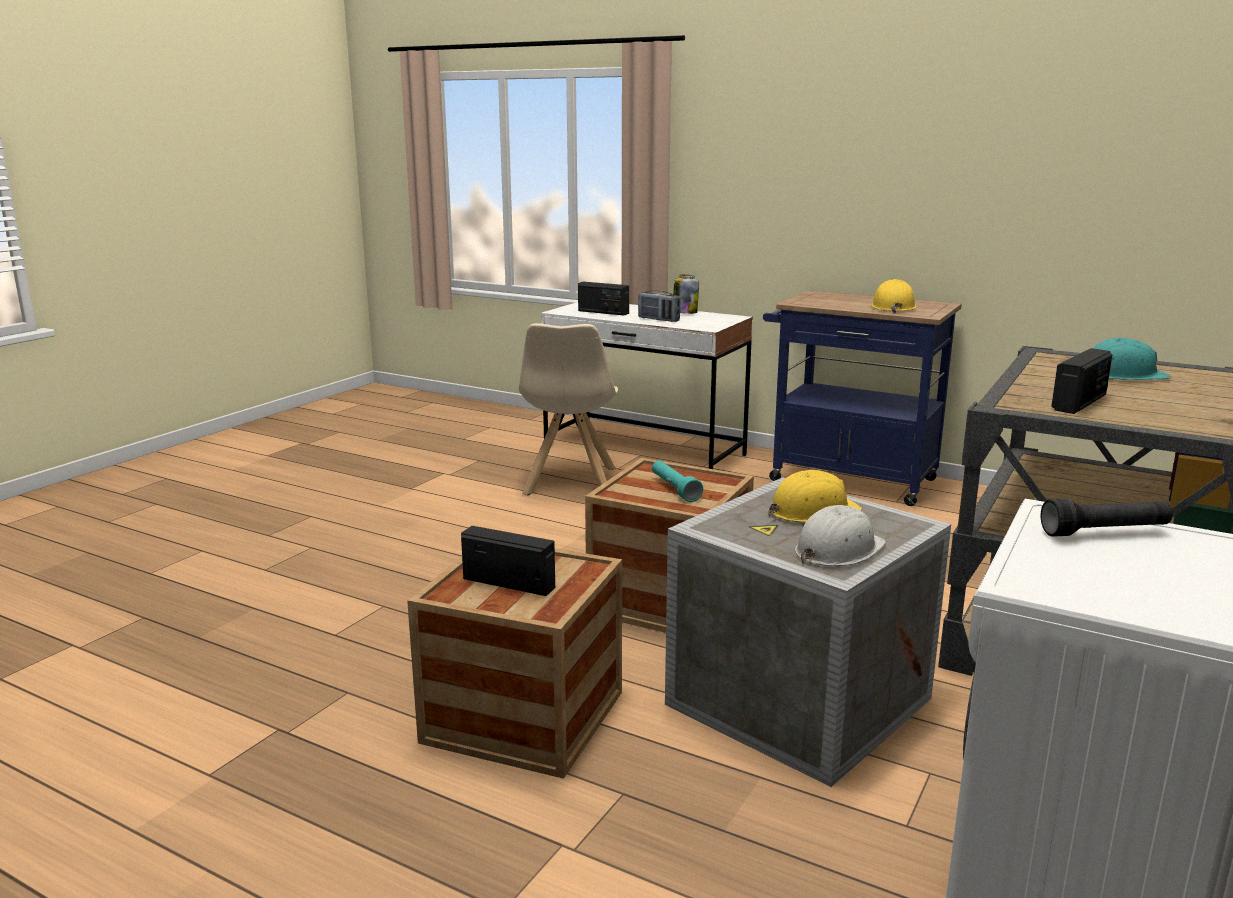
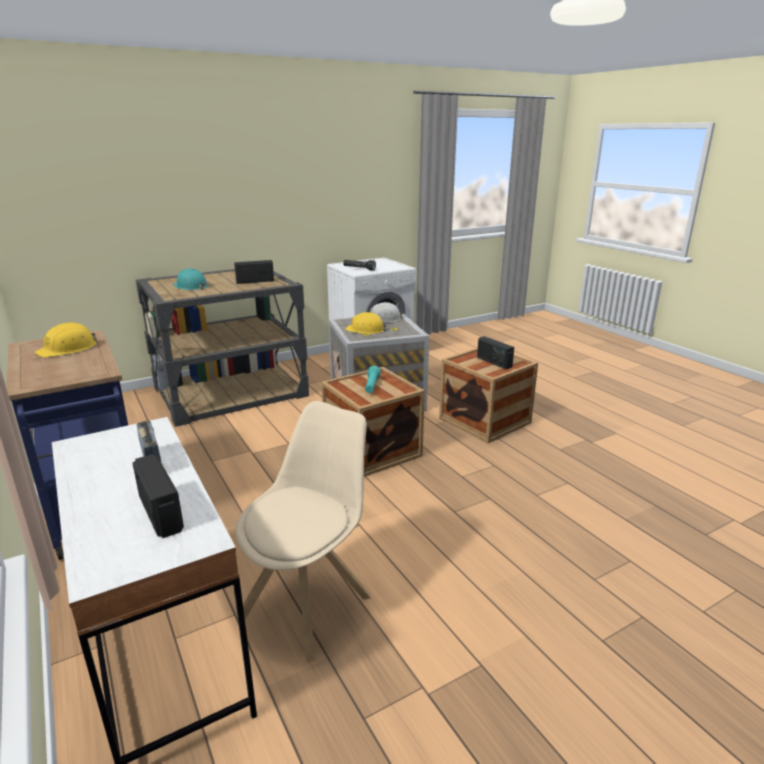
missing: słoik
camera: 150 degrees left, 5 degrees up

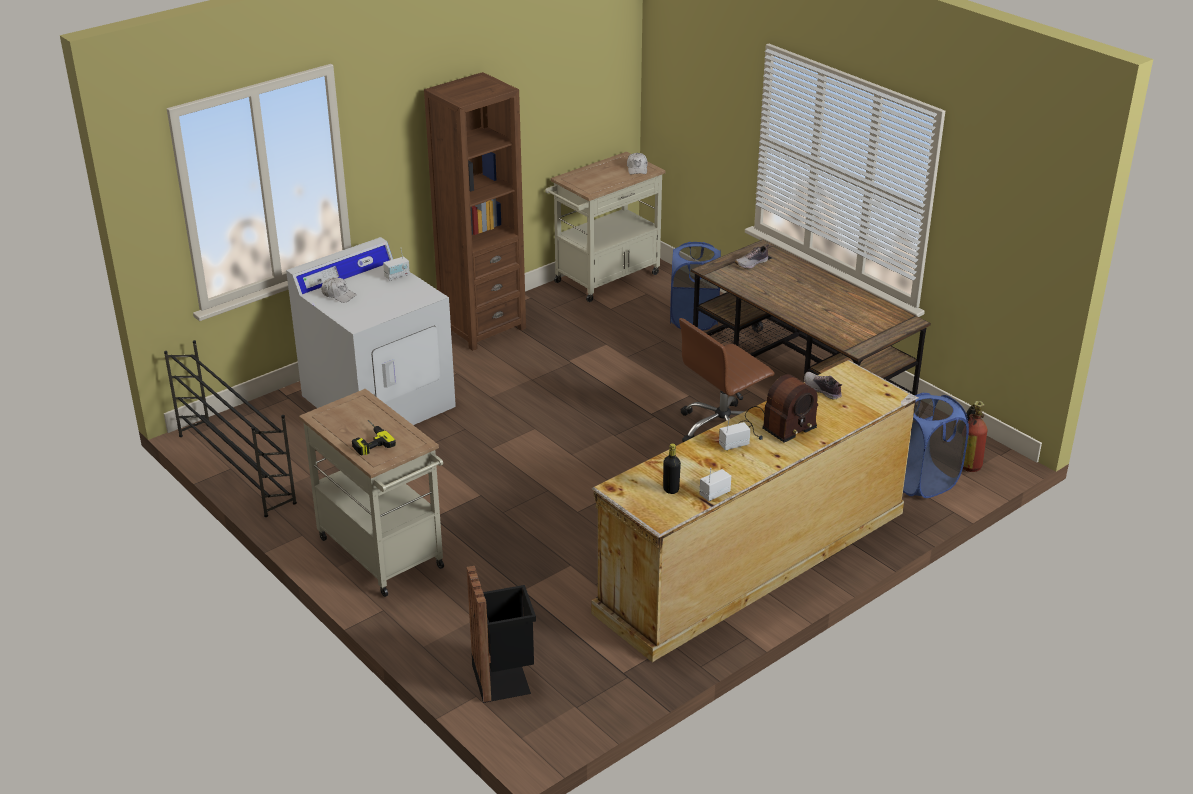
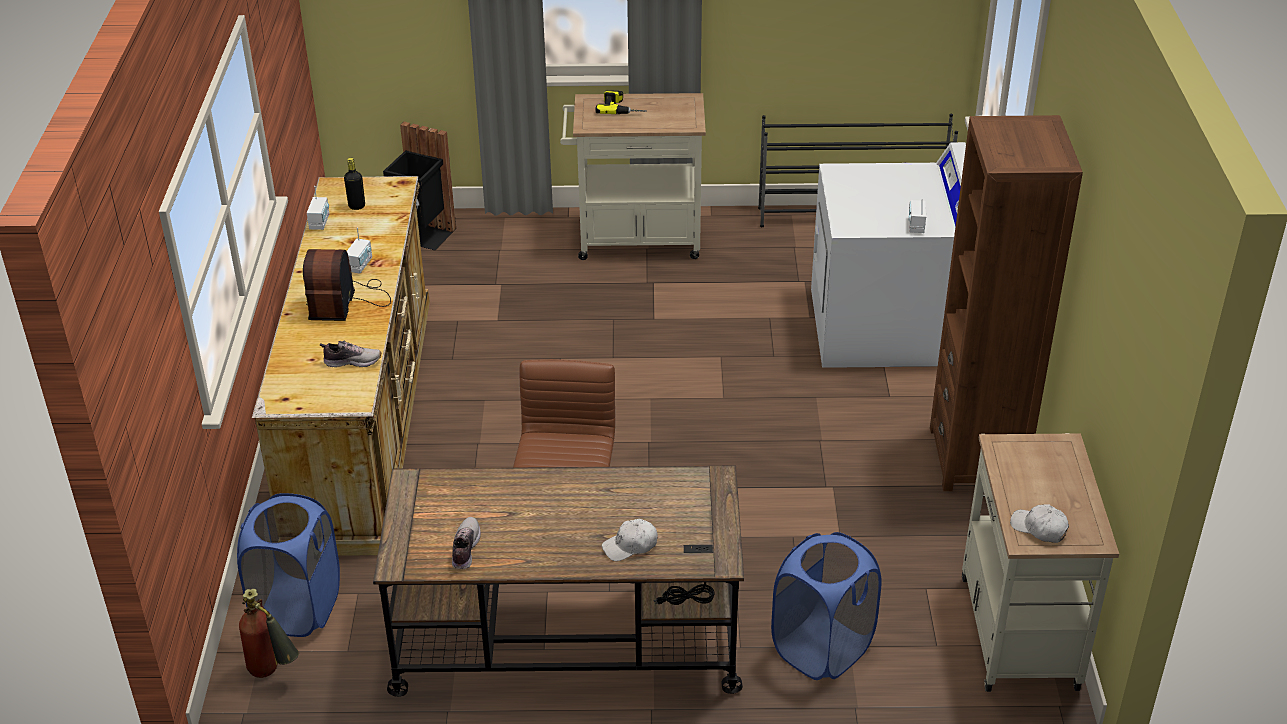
relocated: czapka z daszkiem (biały) (no. 1 from left); but (no. 1 from left in the first image) to but (no. 2 from left)
camera: 130 degrees right, 5 degrees up

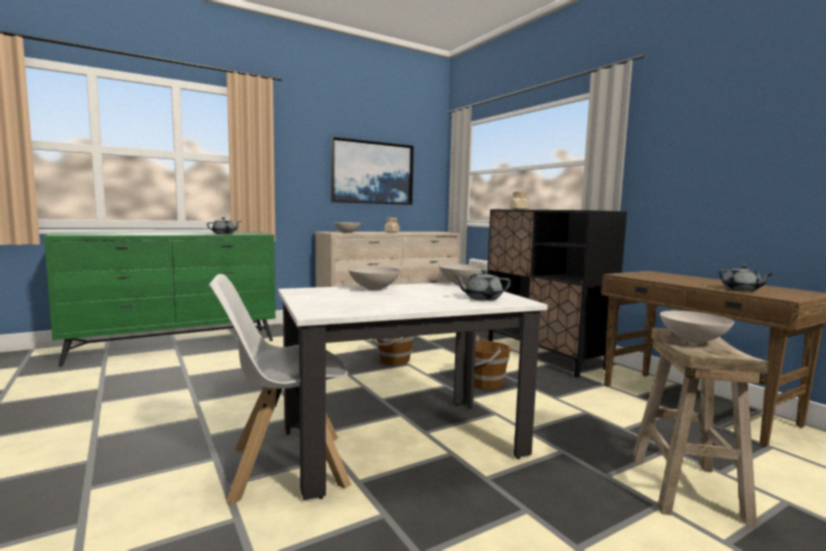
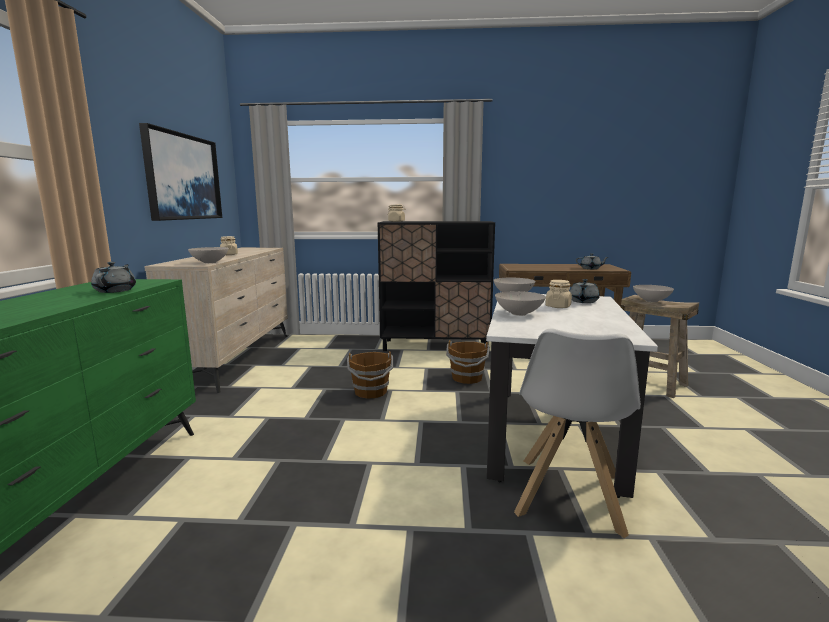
appeared: słoik (beżowy) (no. 3 from left)
camera: 55 degrees left, 5 degrees up

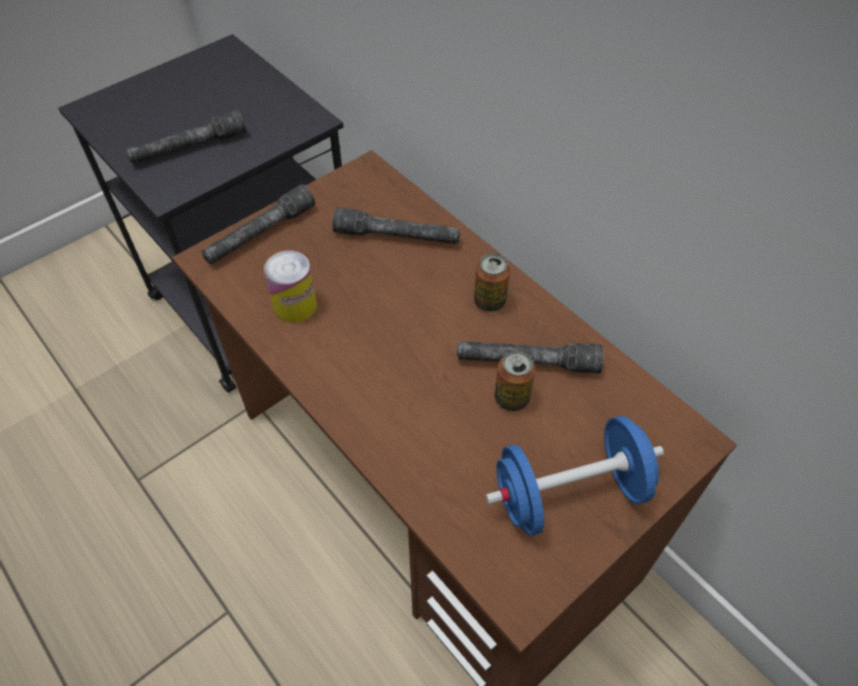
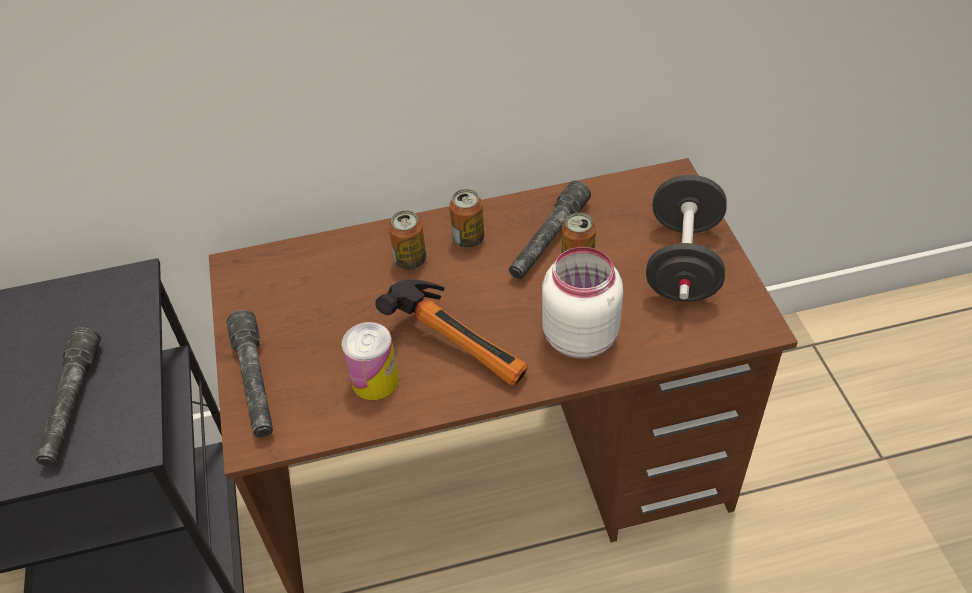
missing: latarka (szary) (no. 3 from left)
appeared: młotek; puszka (no. 2 from left); słoik (biały)
colour: hantel (niebieski) to hantel (czarny)
camera: 60 degrees left, 5 degrees down

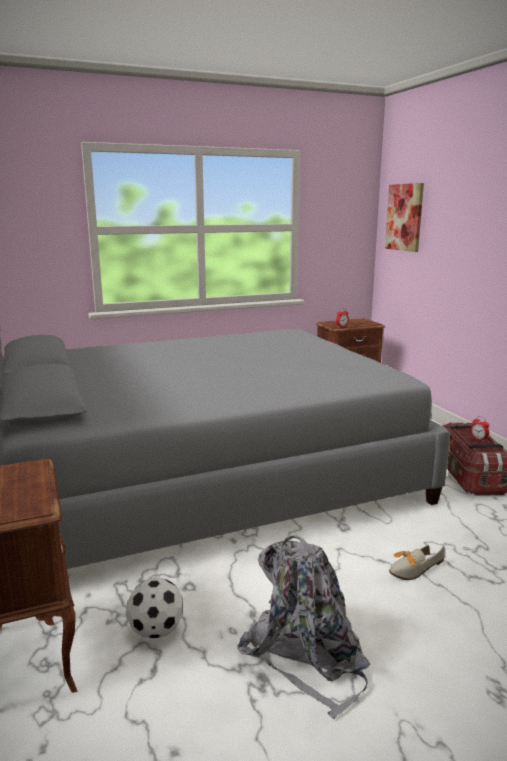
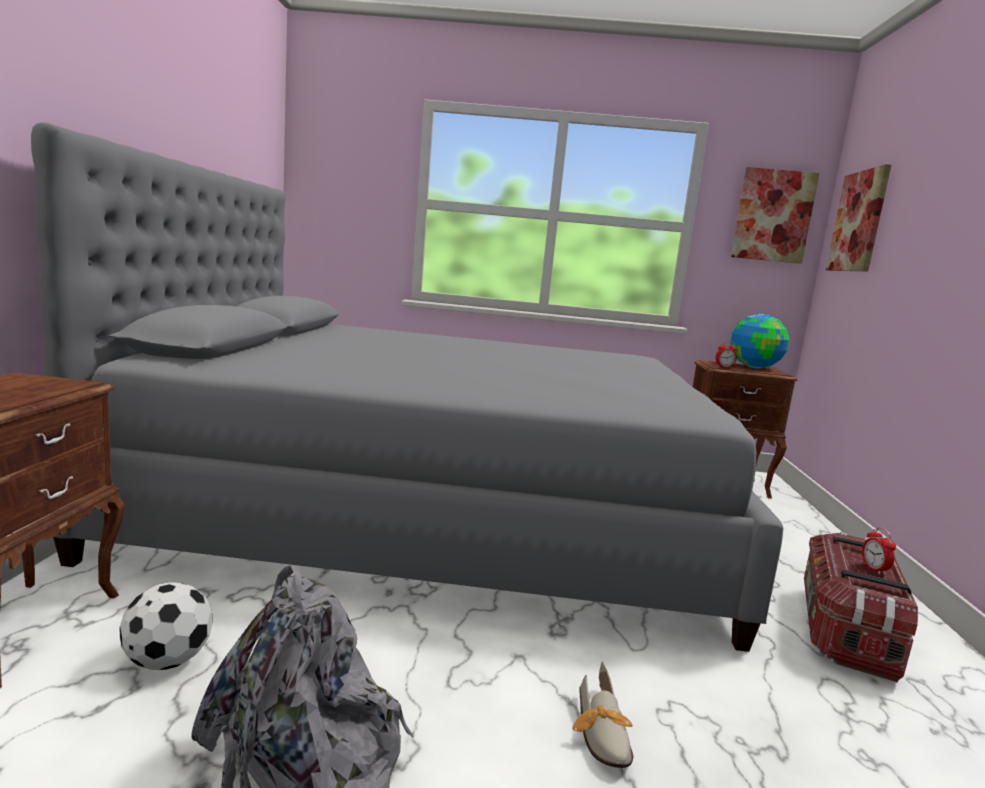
appeared: globus; obraz (no. 1 from left)
spun: but 90 degrees counterclockwise
camera: 25 degrees right, 5 degrees down

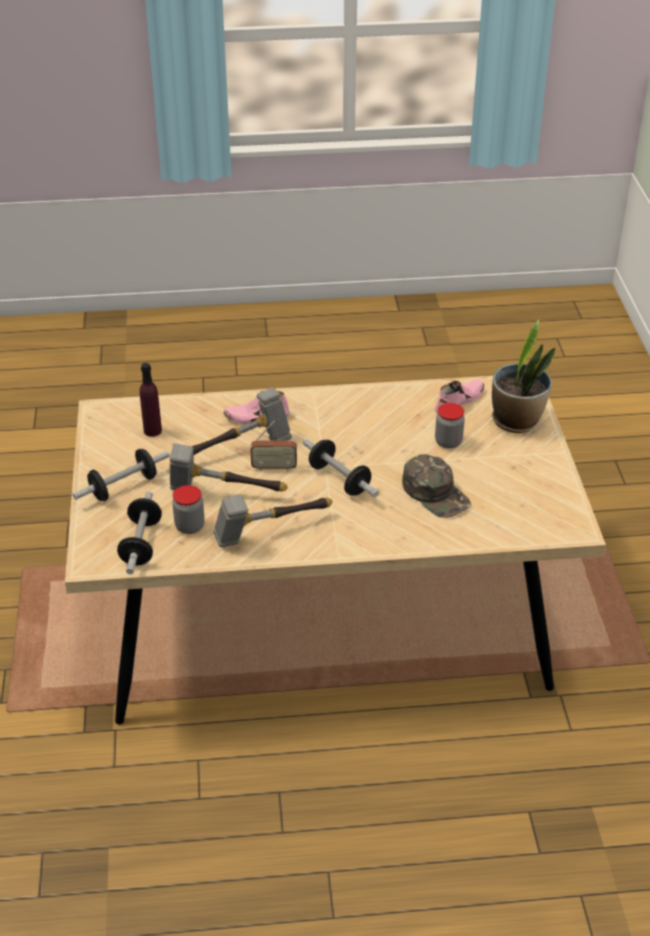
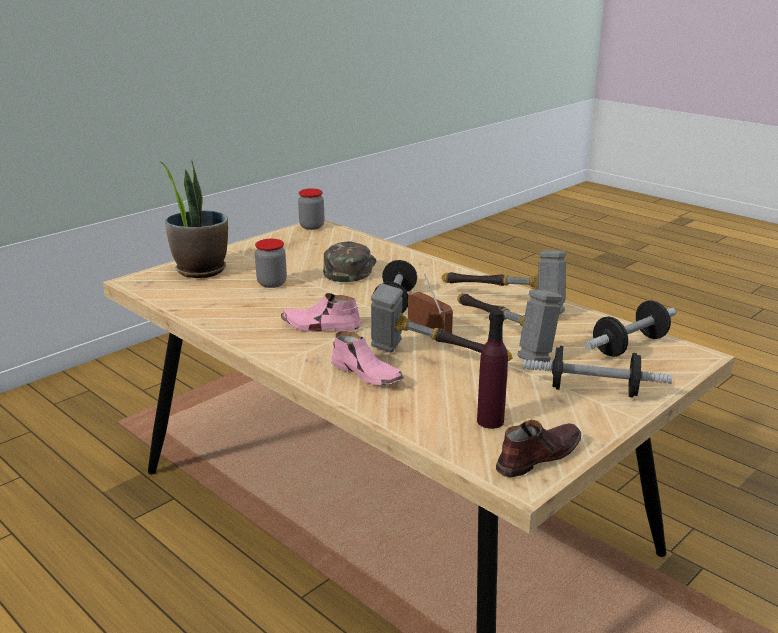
appeared: but (brązowy)
relocated: słoik (no. 1 from left in the first image) to słoik (no. 2 from left); but (różowy) (no. 2 from left in the first image) to but (różowy) (no. 1 from left)
camera: 130 degrees left, 15 degrees down

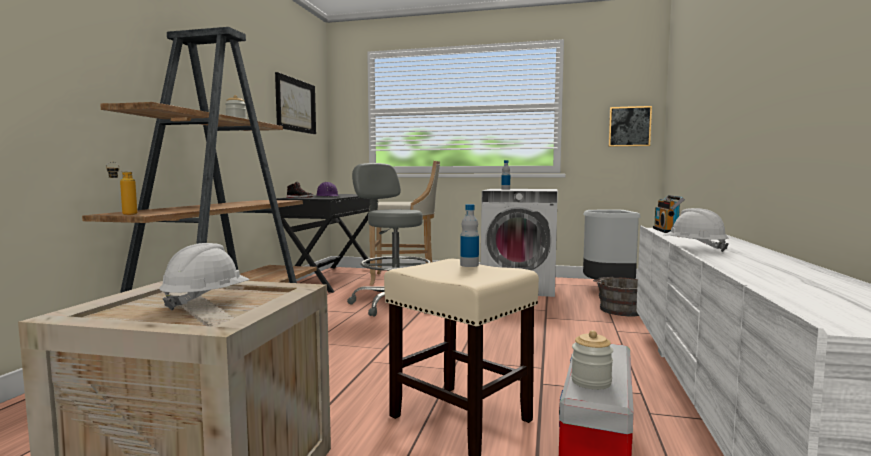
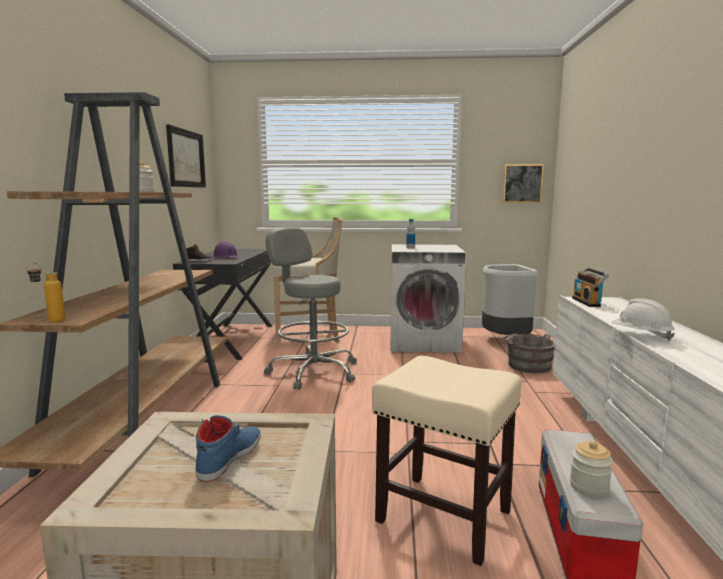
missing: butelka (no. 2 from left)
exchanged: kask (biały) (no. 1 from left) to but (niebieski)
camera: 10 degrees left, 5 degrees up

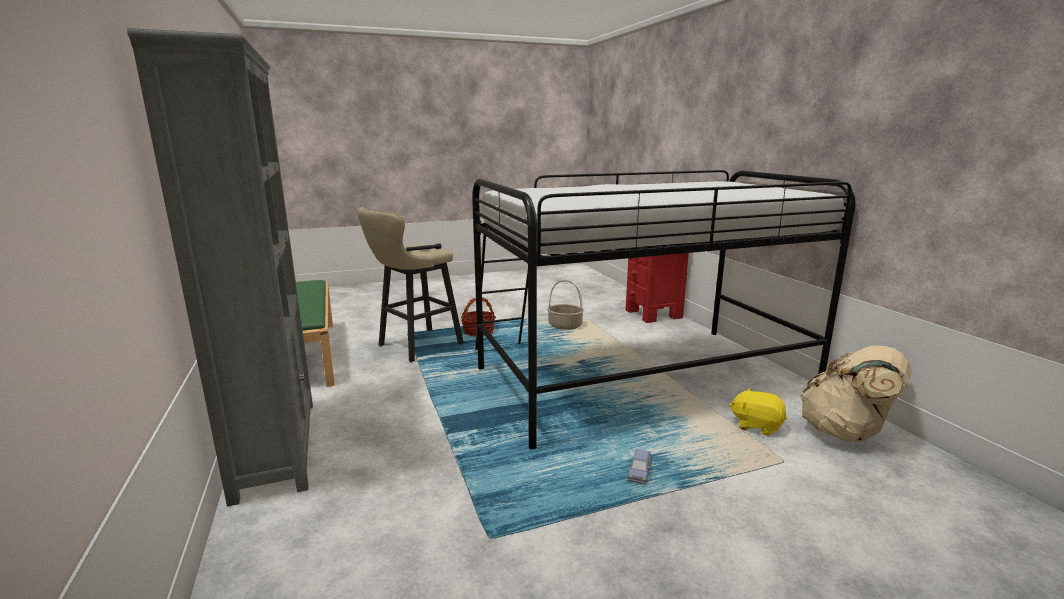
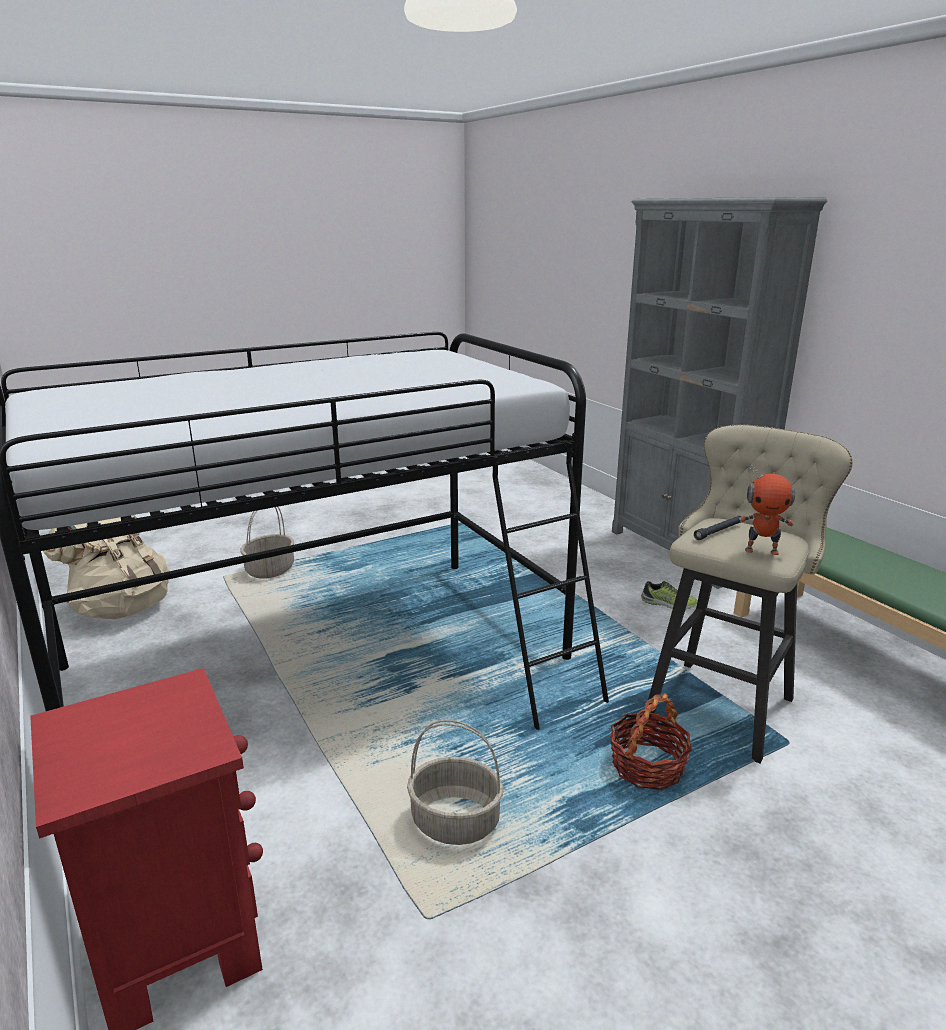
missing: samochodzik (niebieski); pluszak (żółty)
appeared: koszyk (no. 1 from left); but; robot zabawkowy
camera: 170 degrees right, 5 degrees up

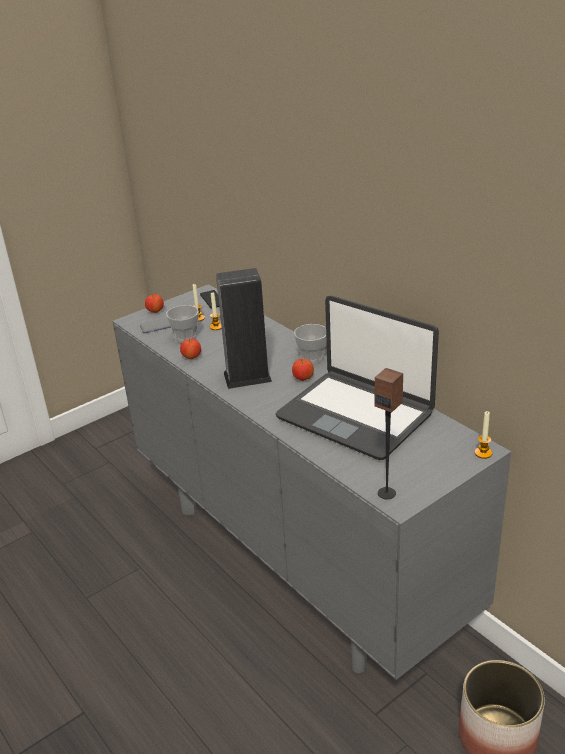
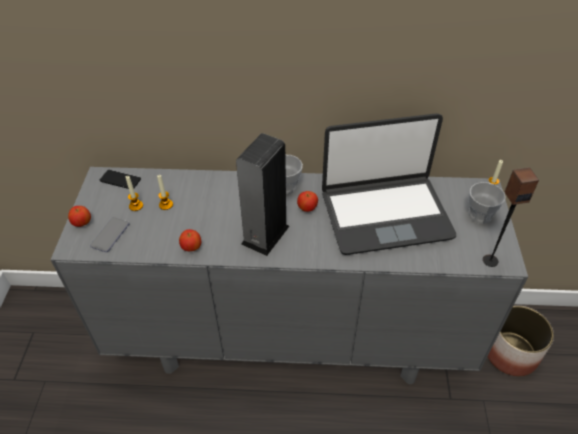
relocated: filiżanka (no. 1 from left in the first image) to filiżanka (no. 2 from left)
camera: 50 degrees left, 15 degrees up

